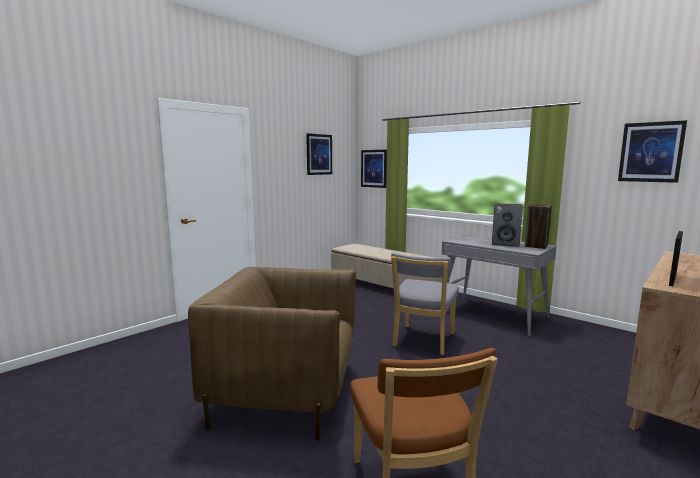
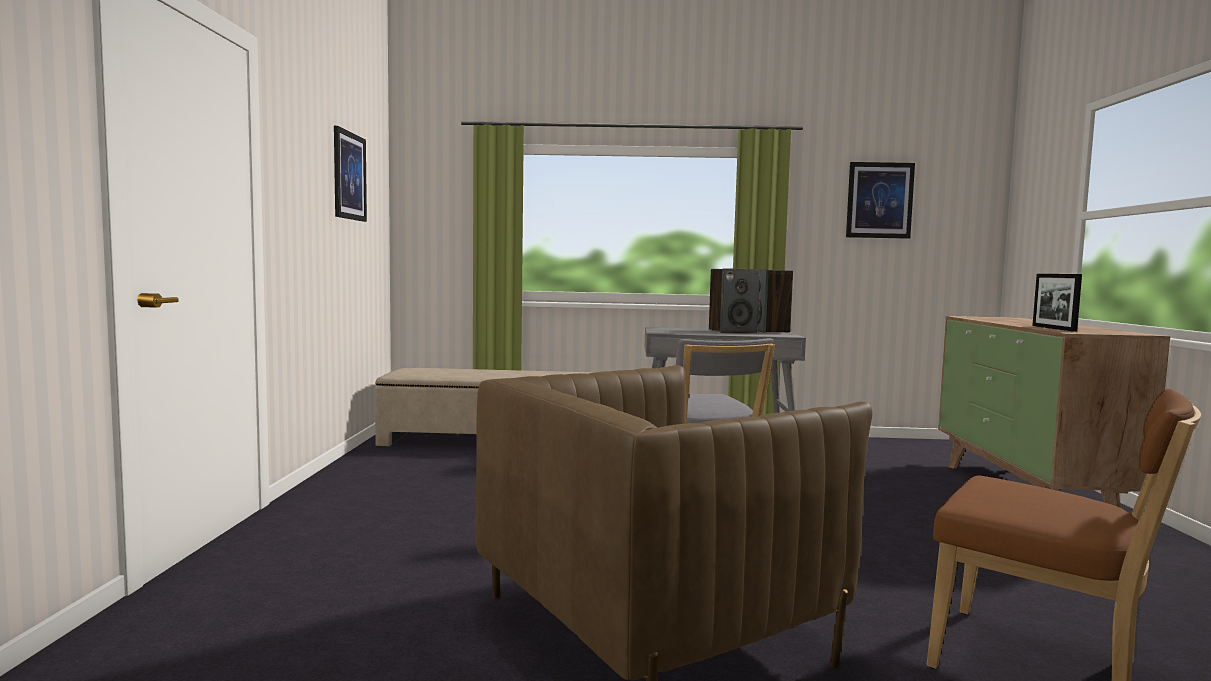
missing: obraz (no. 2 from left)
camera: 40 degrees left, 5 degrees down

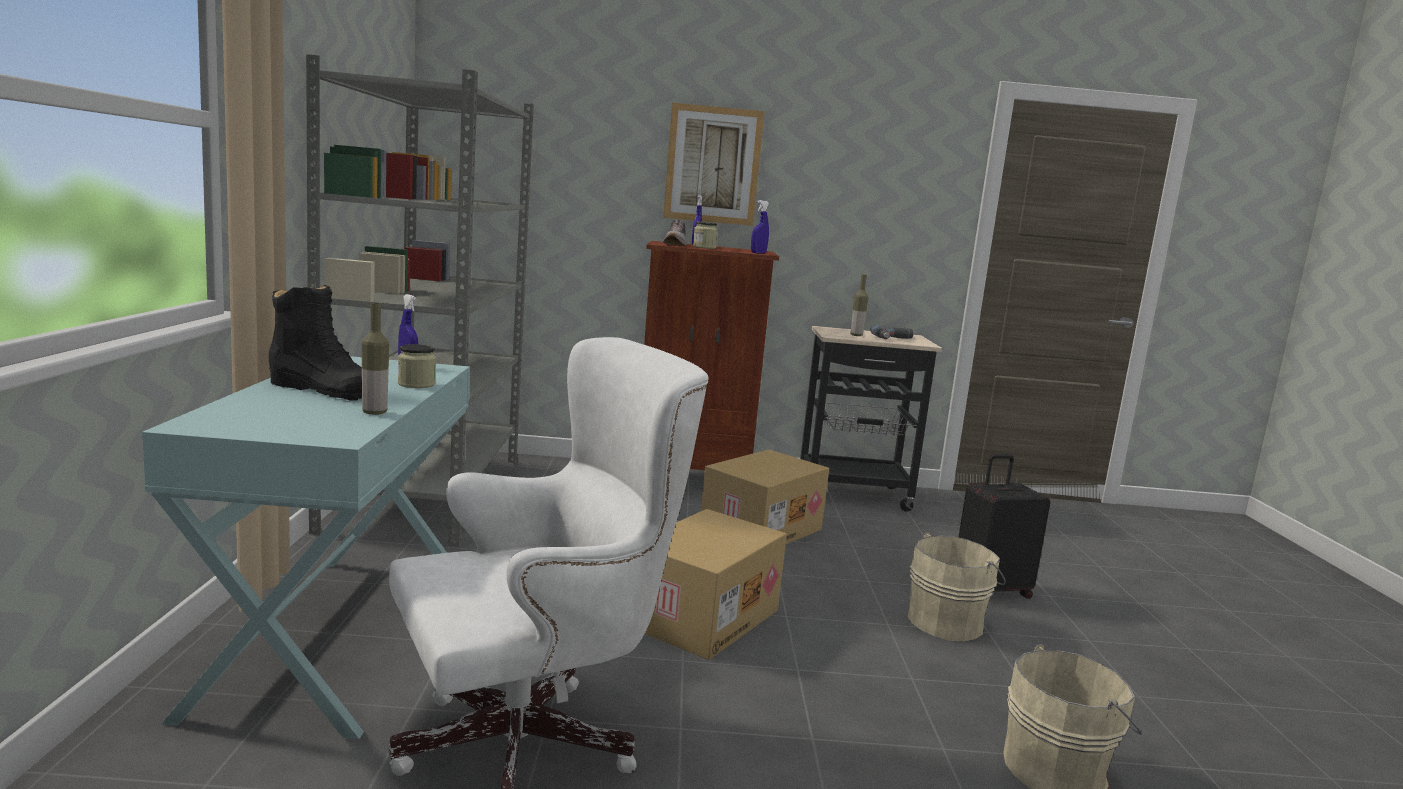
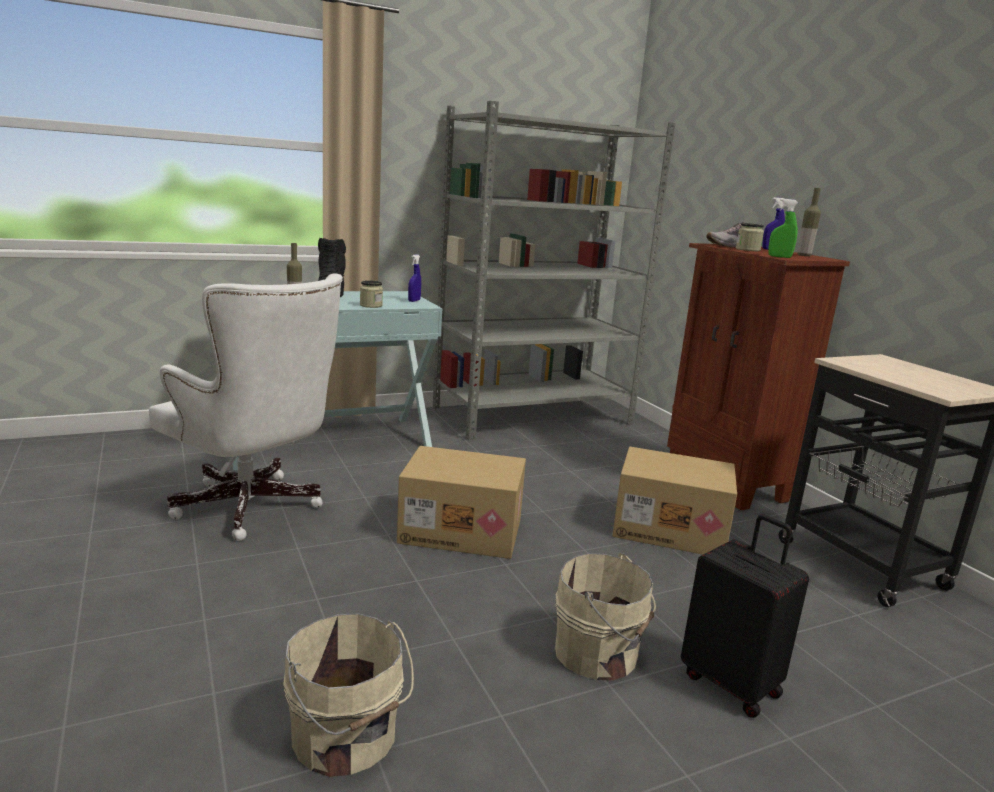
missing: obraz; wiertarka
relocated: butelka (no. 2 from left)
colour: spryskiwacz (niebieski) (no. 3 from left) to spryskiwacz (zielony)
camera: 65 degrees right, 5 degrees up

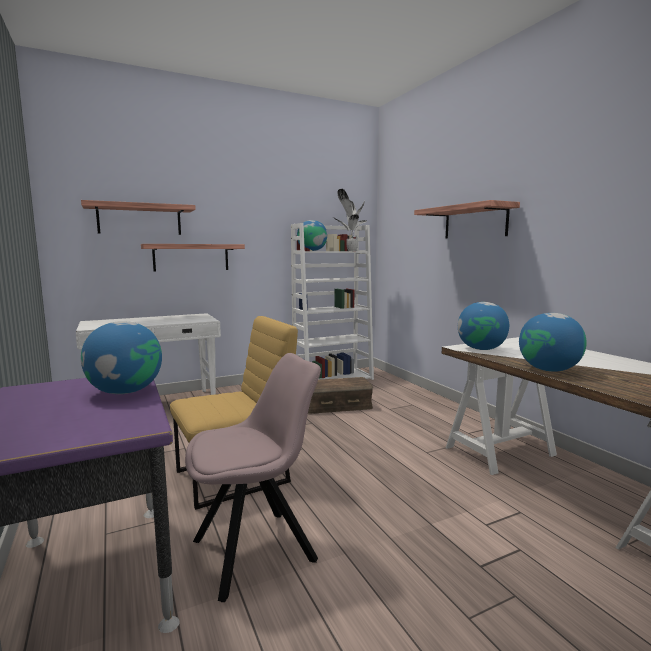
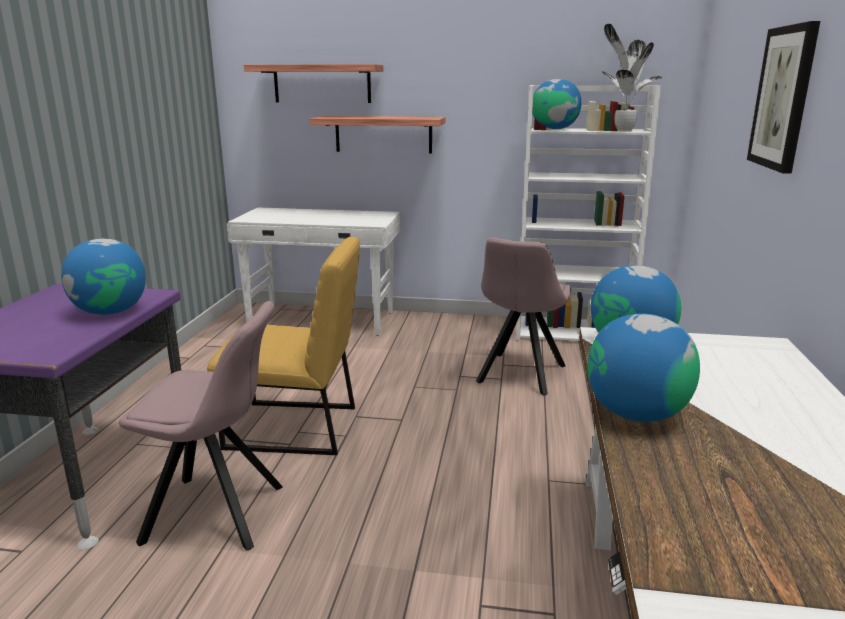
exchanged: pojemnik do przechowywania (brązowy) to krzesło (różowy) (no. 2 from left); półka (no. 3 from left) to obraz
camera: 35 degrees right, 10 degrees up

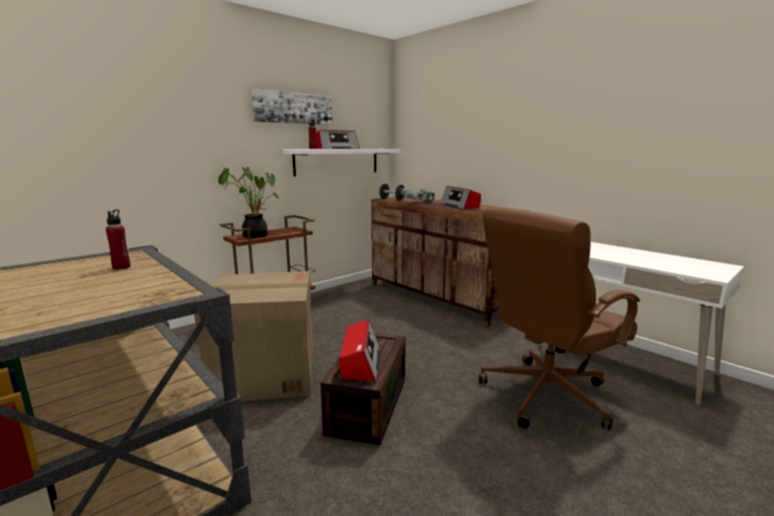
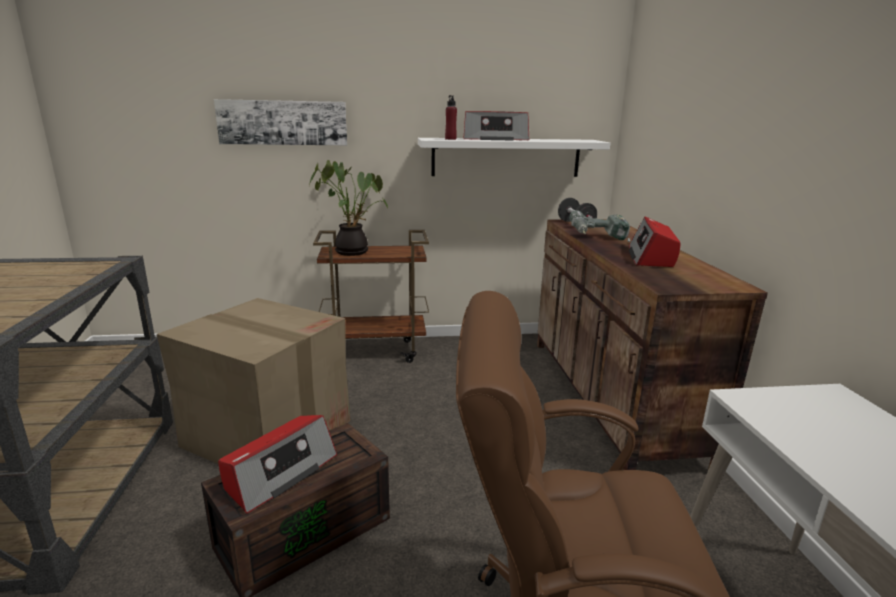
missing: butelka (czerwony) (no. 1 from left)
relocated: obraz
camera: 35 degrees right, 5 degrees up

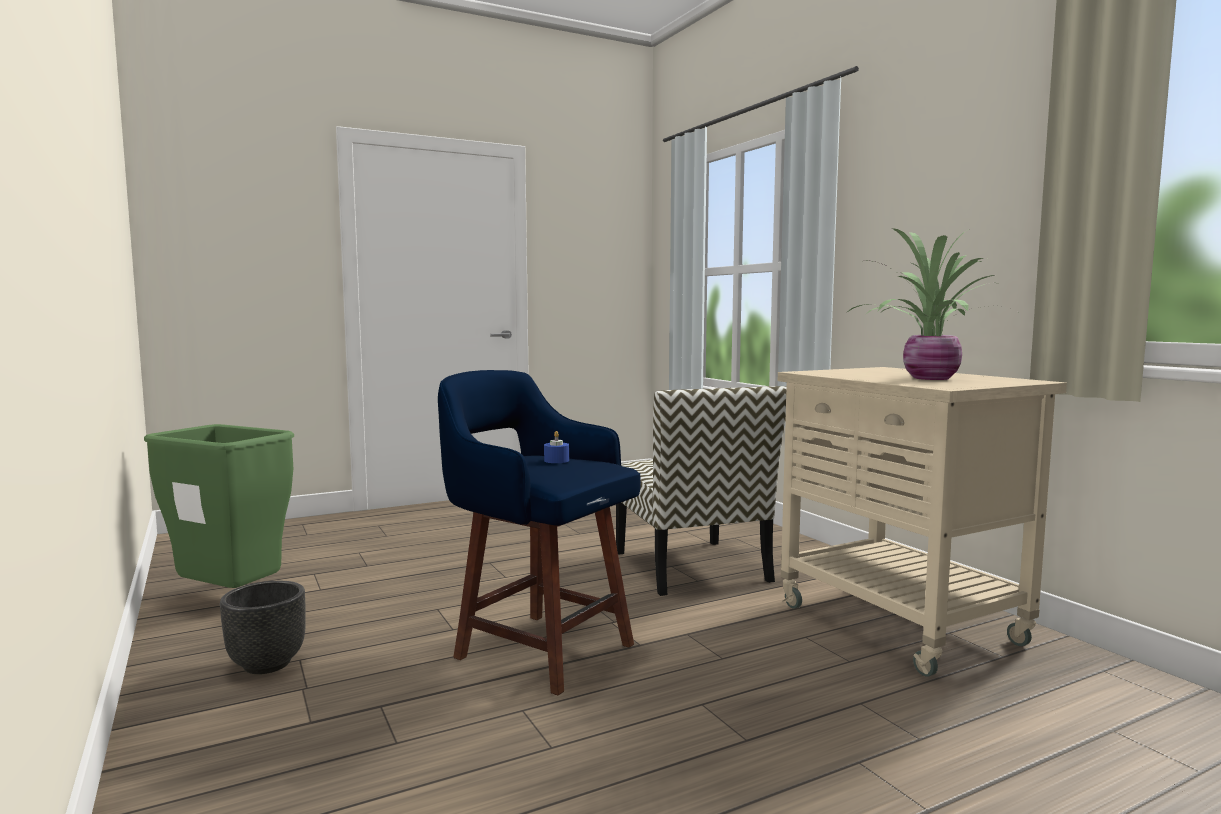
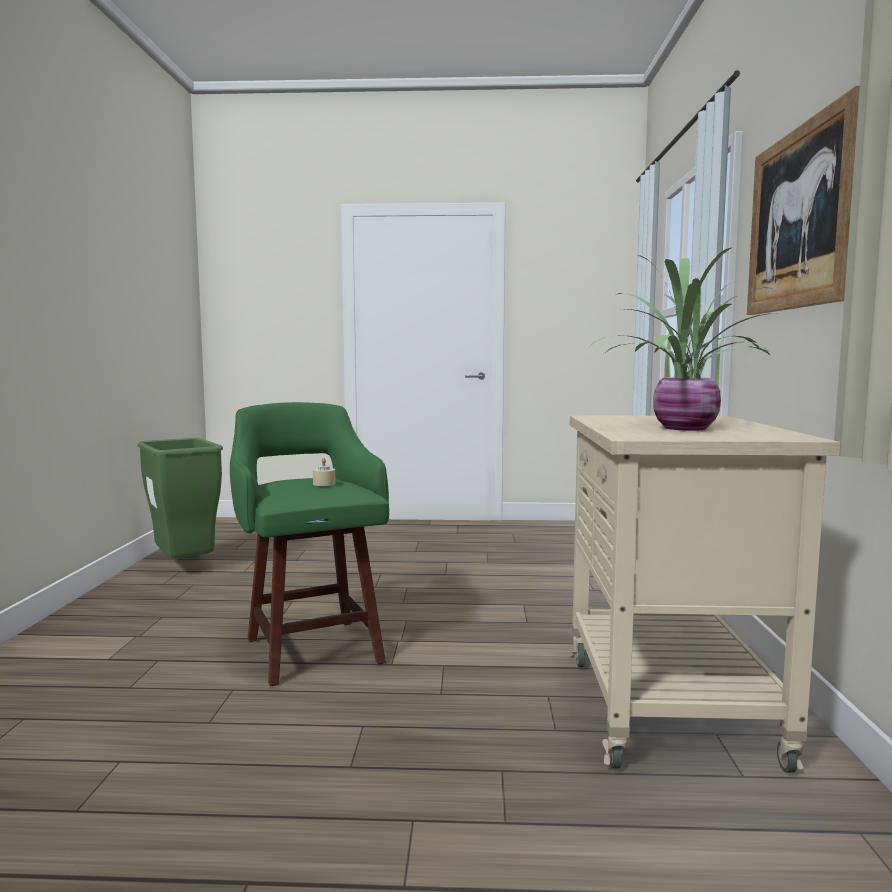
missing: donica (czarny); krzesło
appeared: obraz
colour: stołek (niebieski) to stołek (zielony); świeca (niebieski) to świeca (beżowy)
camera: 30 degrees right, 0 degrees up

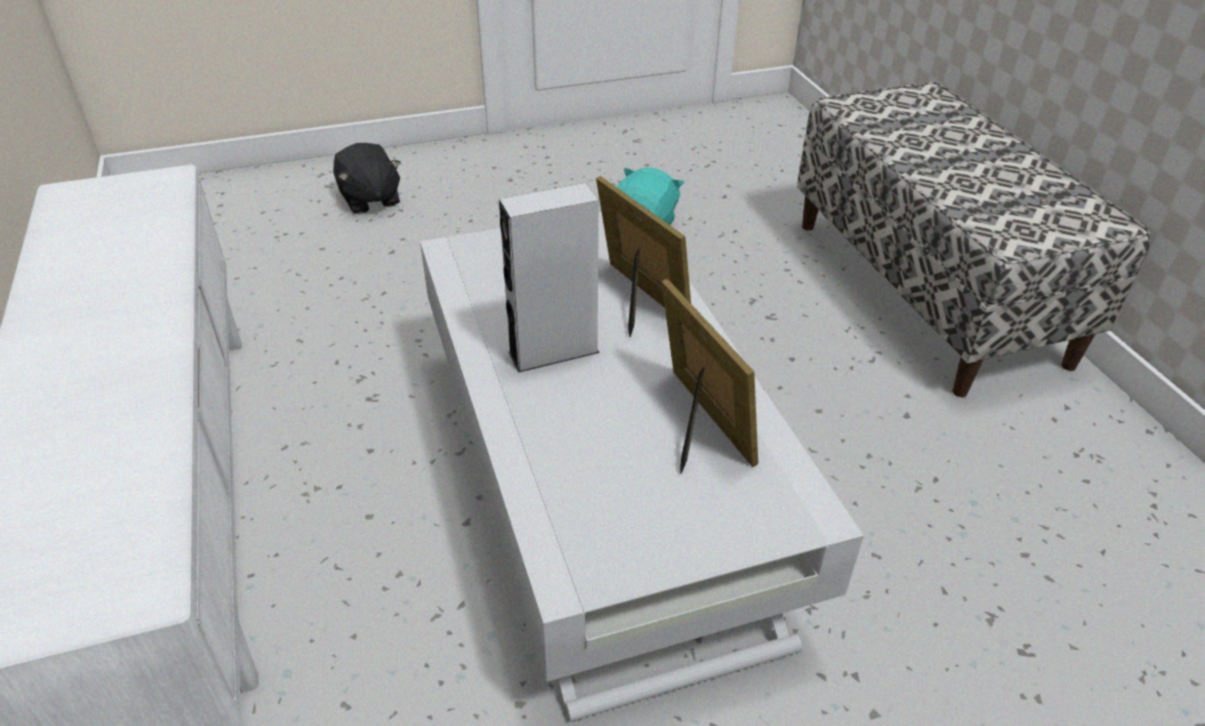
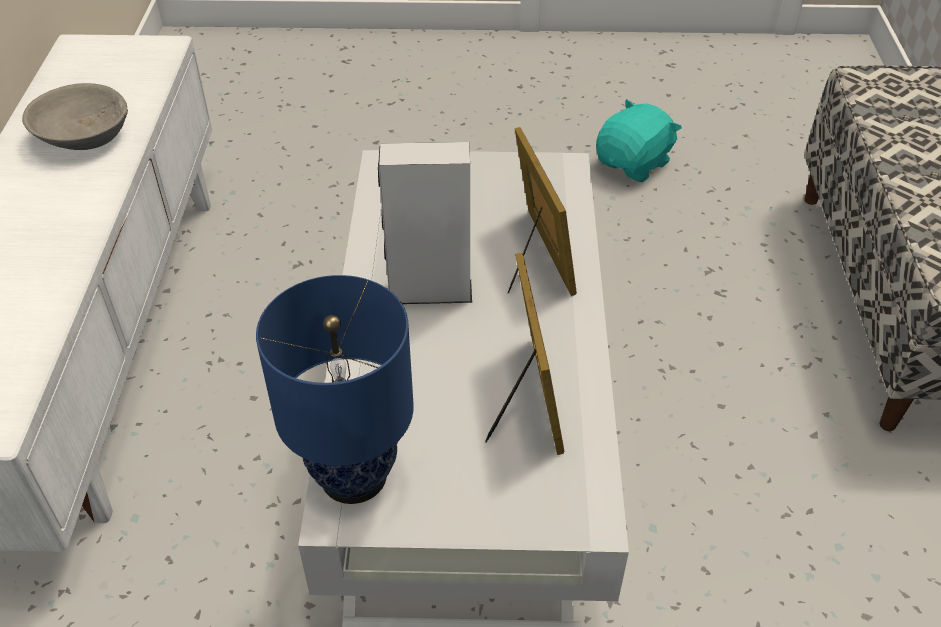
missing: pluszak (czarny)
appeared: miska (szary); lampa stołowa (niebieski)
camera: 20 degrees right, 5 degrees up

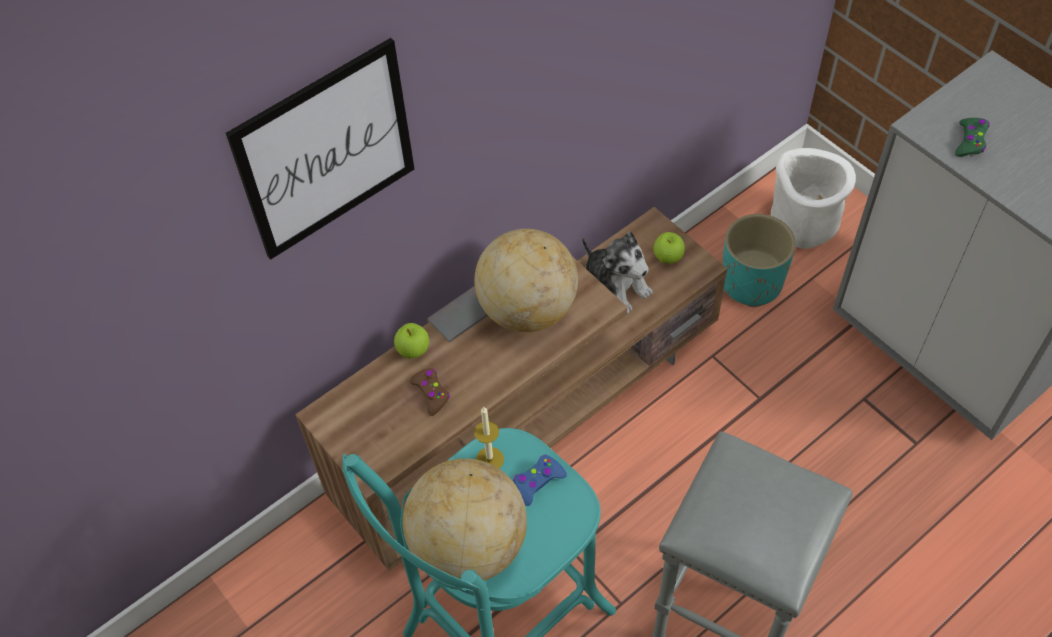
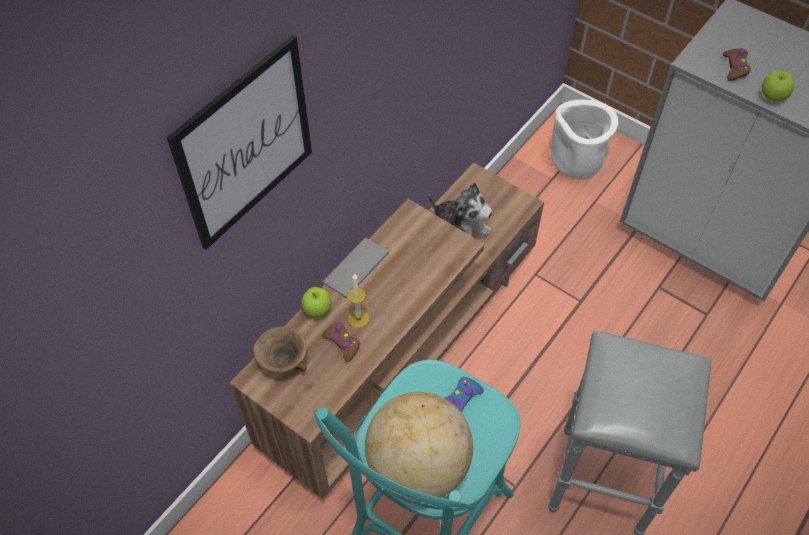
missing: globus (no. 2 from left); donica (turkusowy)
appeared: miska (brązowy)
relocated: świeca; jabłko (no. 2 from left)
colour: pad do gier (zielony) to pad do gier (brązowy) (no. 2 from left)
camera: 15 degrees left, 0 degrees up

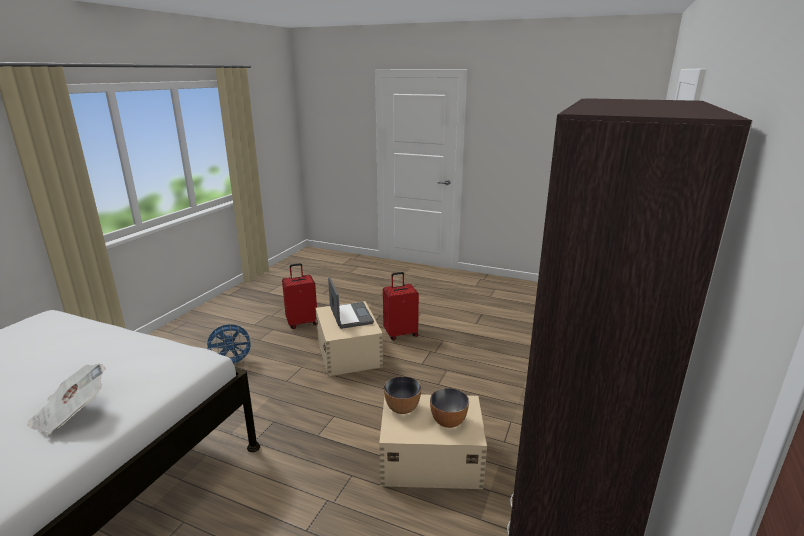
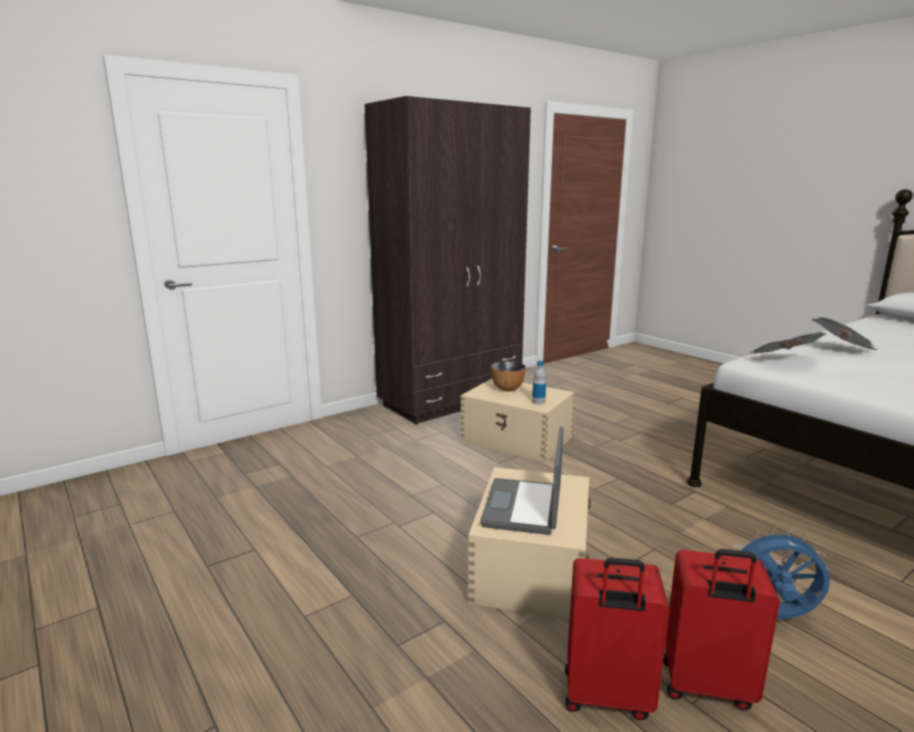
appeared: gazeta (no. 1 from left)
relocated: walizka (czerwony) (no. 2 from left)
exchanged: miska (no. 1 from left) to butelka
camera: 150 degrees left, 5 degrees down

